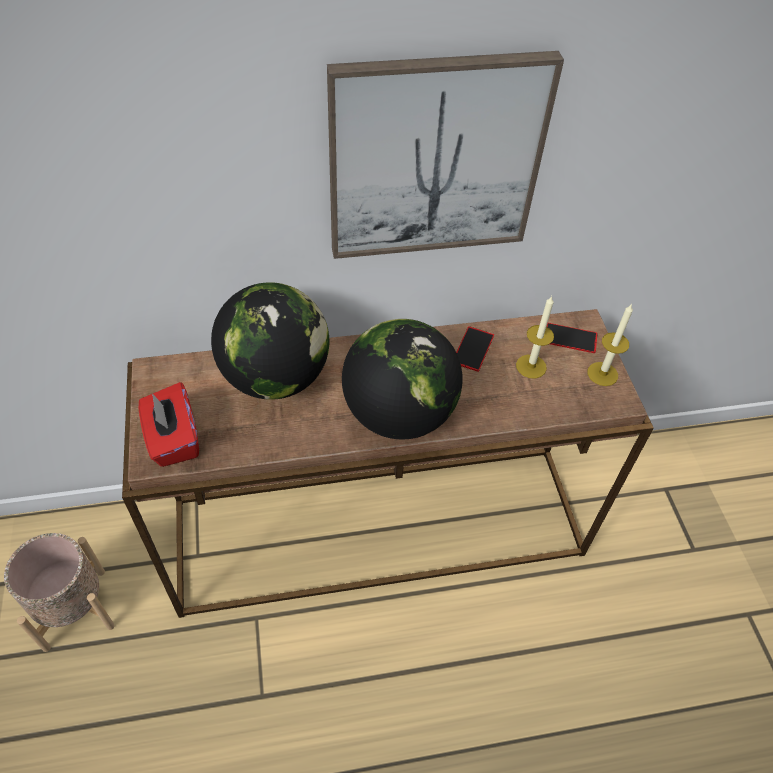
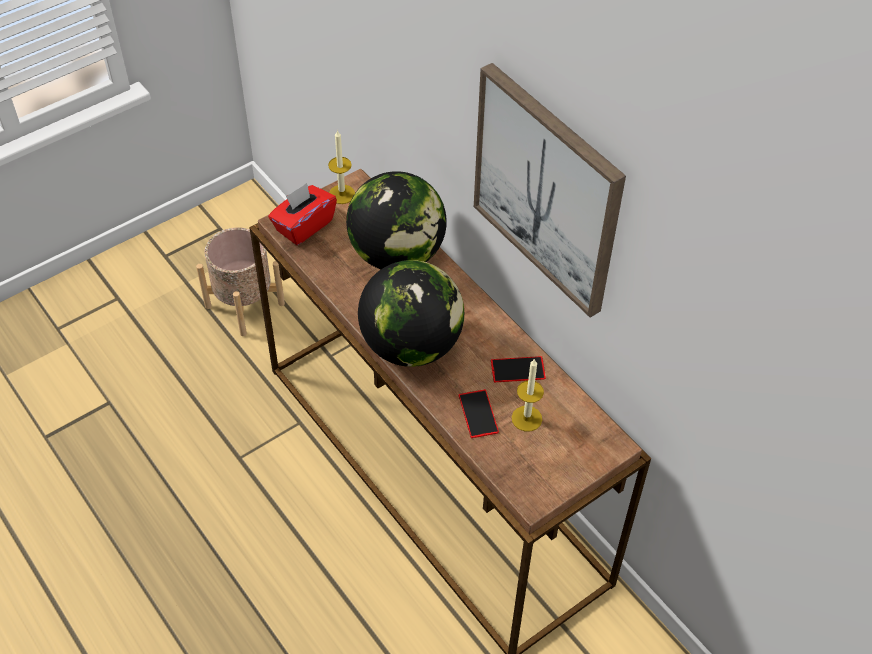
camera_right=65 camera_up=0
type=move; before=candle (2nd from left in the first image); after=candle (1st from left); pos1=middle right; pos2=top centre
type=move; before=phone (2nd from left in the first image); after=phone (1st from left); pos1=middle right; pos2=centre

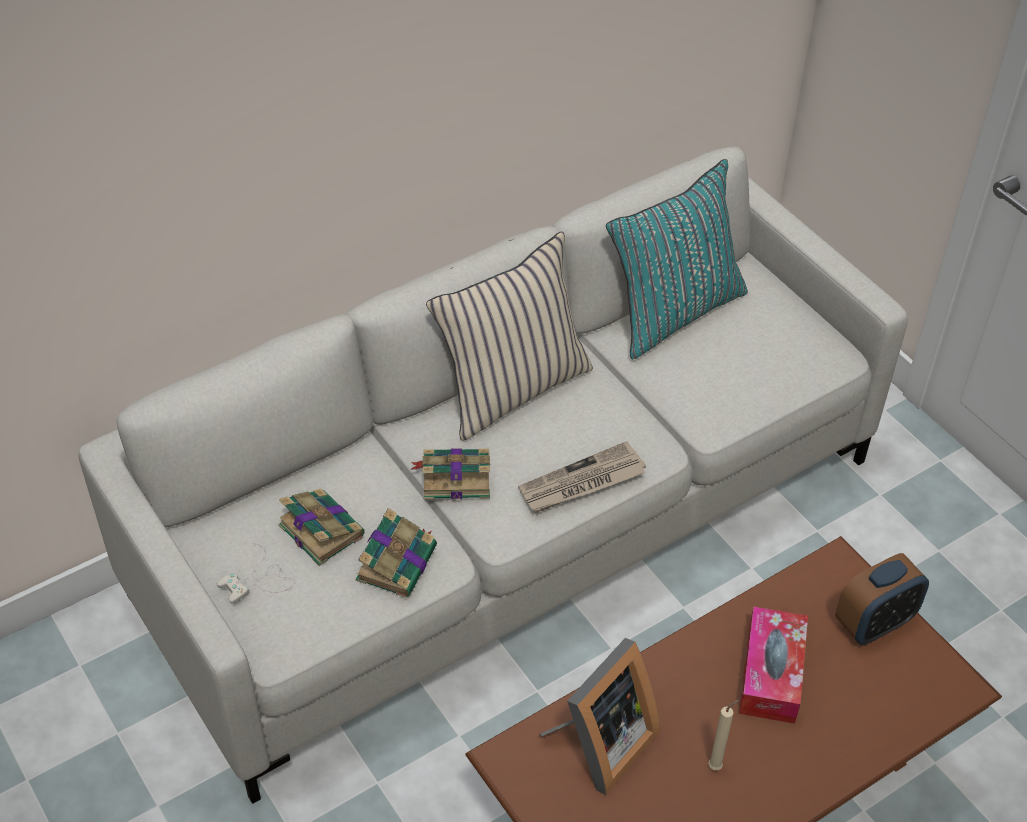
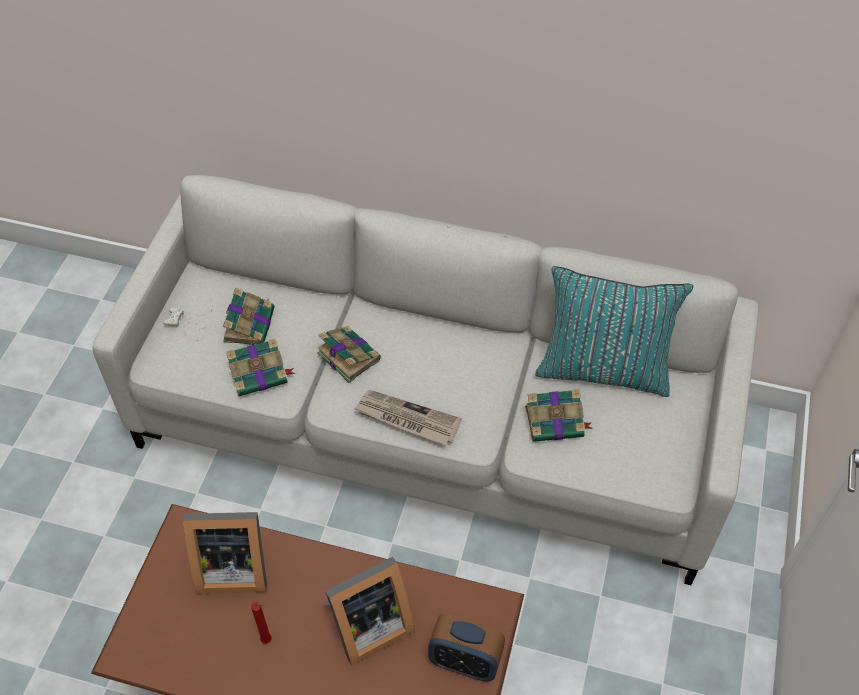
camera_right=50 camera_up=5
type=delete; before=beige pillow; pos1=centre
type=replace; before=tissue box; after=picture frame (2nd from left); pos1=bottom right; pos2=bottom centre
type=recolor; before=beige candle; after=red candle; pos1=bottom right; pos2=bottom left
type=insert; after=book (4th from left); pos2=centre

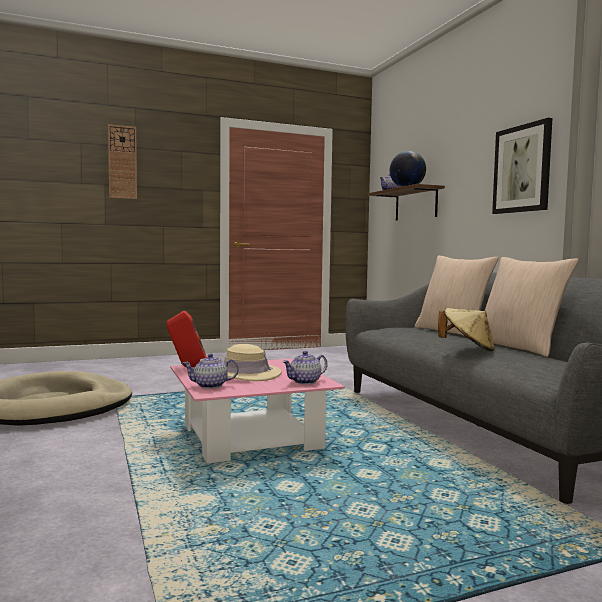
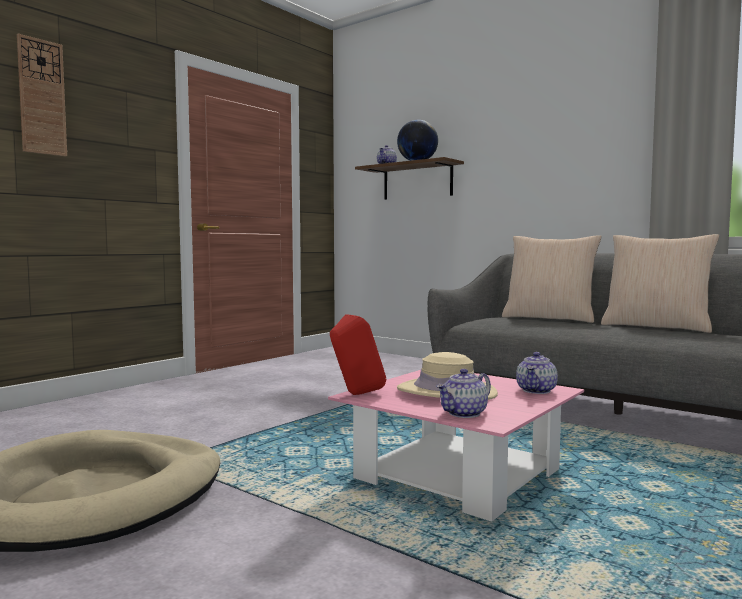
camera_right=-30 camera_up=0
type=delete; before=picture; pos1=top right
type=delete; before=beige hat (2nd from left); pos1=middle right

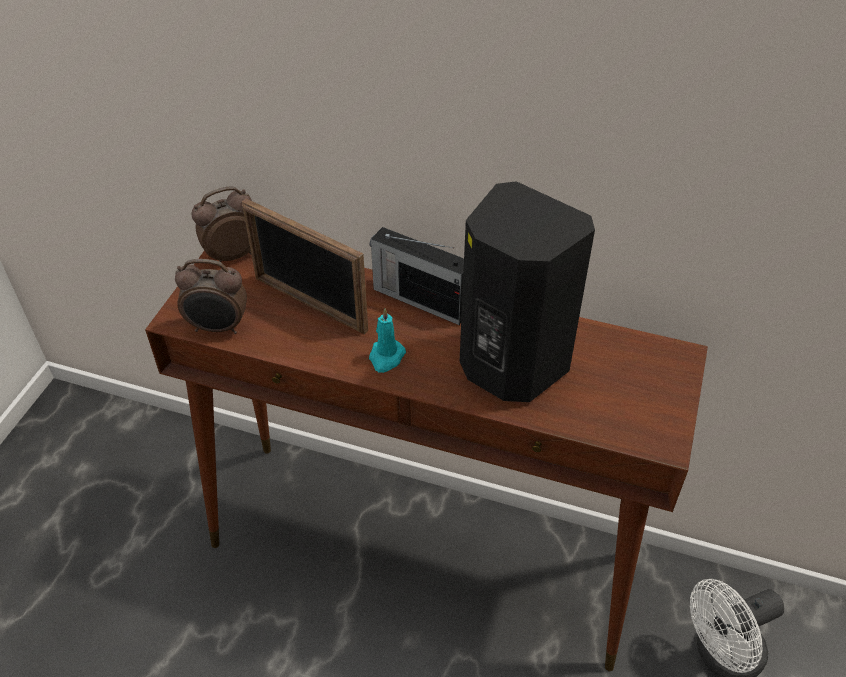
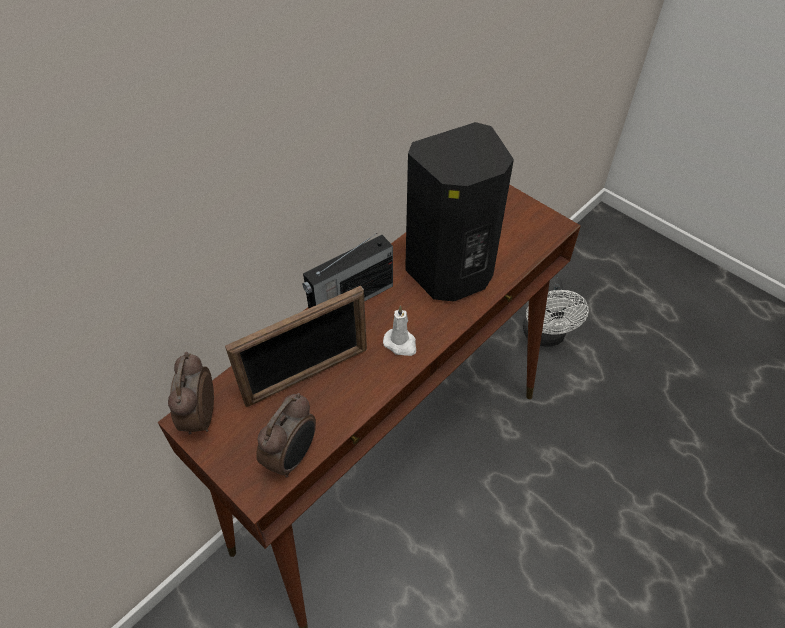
camera_right=-65 camera_up=5
type=recolor; before=turquoise candle; after=white candle; pos1=centre; pos2=centre

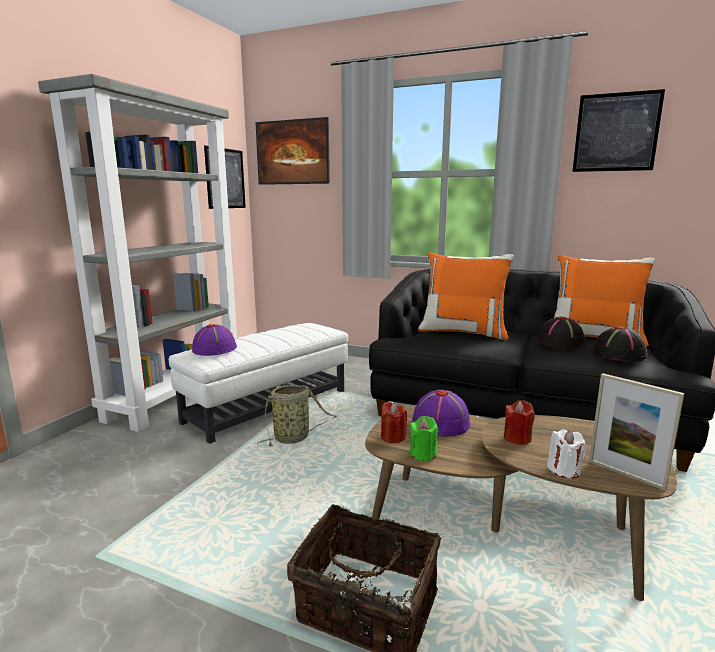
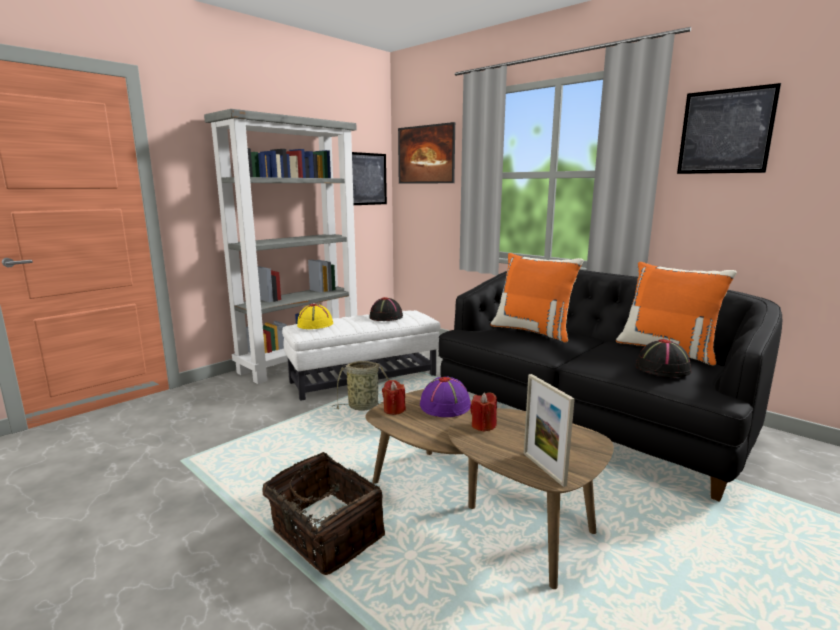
camera_right=20 camera_up=0
type=move; before=black hat (1st from left); pos1=middle right; pos2=centre
type=recolor; before=purple hat (1st from left); after=yellow hat; pos1=middle left; pos2=centre
type=delete; before=green candle; pos1=bottom centre
type=delete; before=white candle; pos1=bottom right

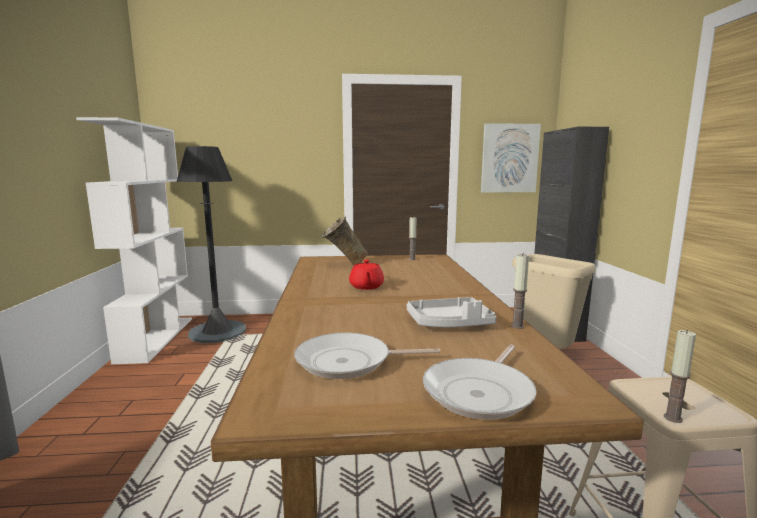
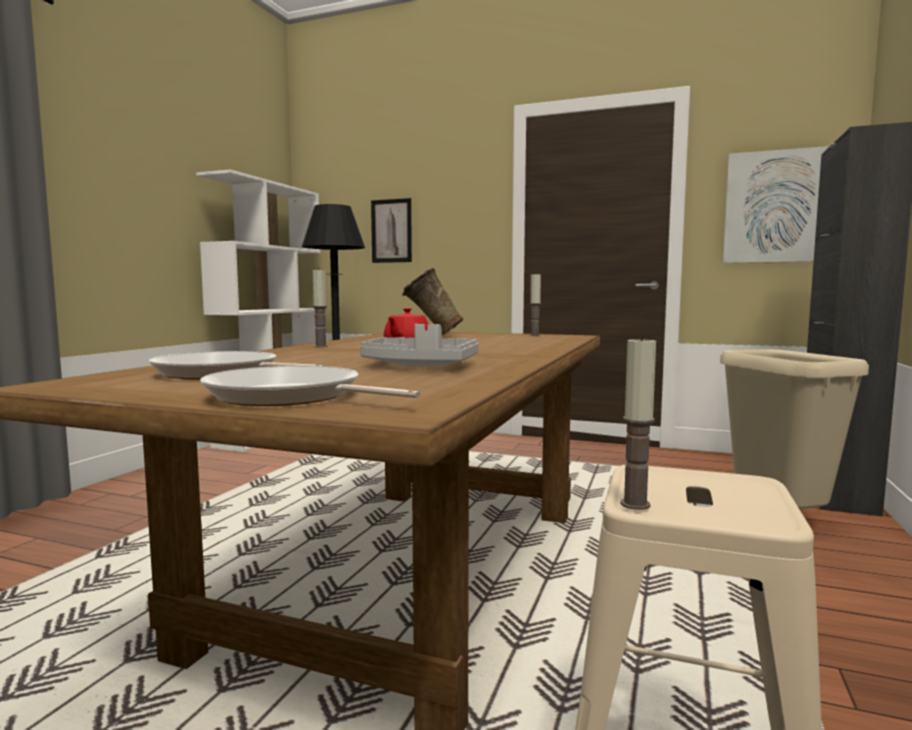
camera_right=25 camera_up=-5
type=move; before=candle (2nd from left in the first image); after=candle (1st from left); pos1=middle right; pos2=centre
type=rotate; before=frying pan (2nd from left); pos1=bottom centre; pos2=centre; turn=60
type=insert; after=picture (1st from left); pos2=top centre

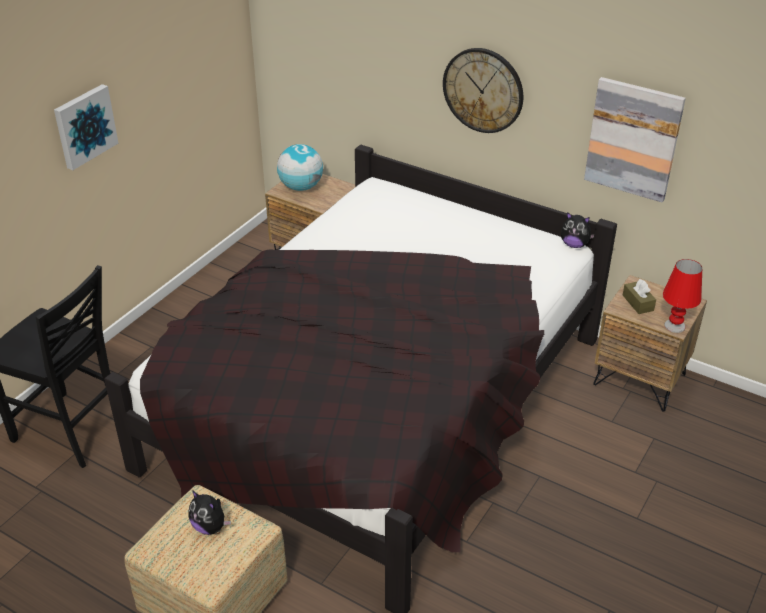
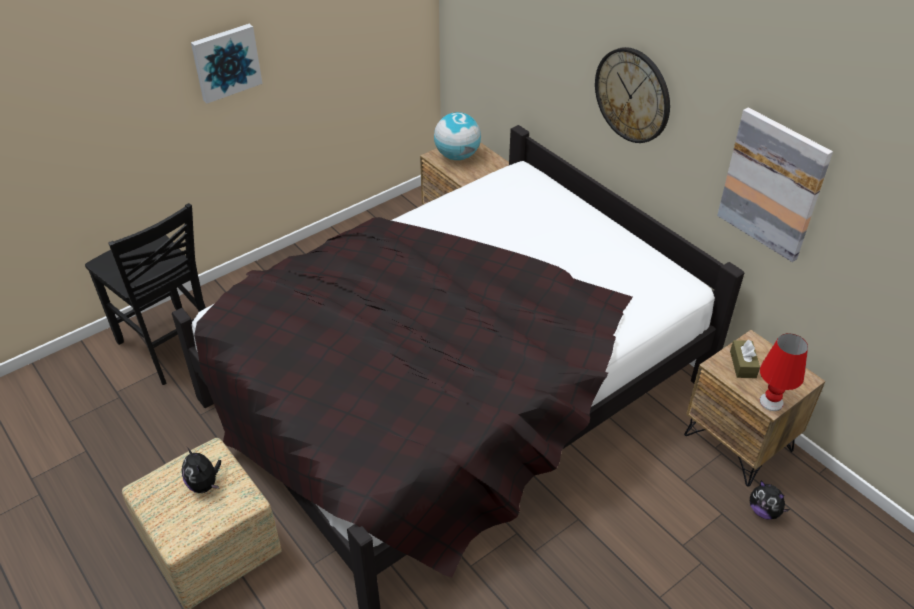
camera_right=20 camera_up=5
type=move; before=plush toy (2nd from left); pos1=middle right; pos2=bottom right

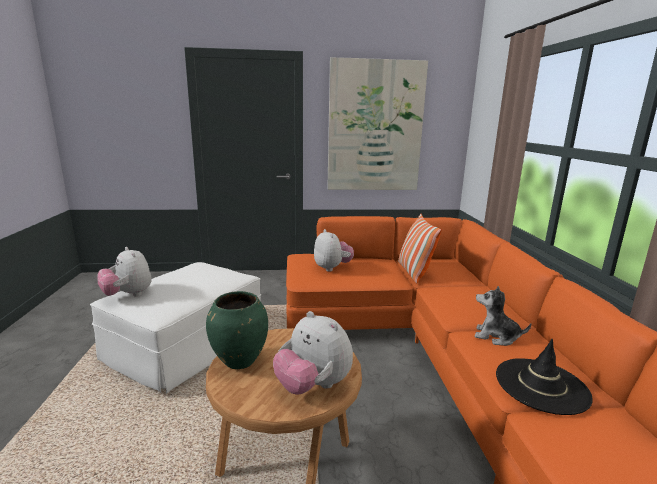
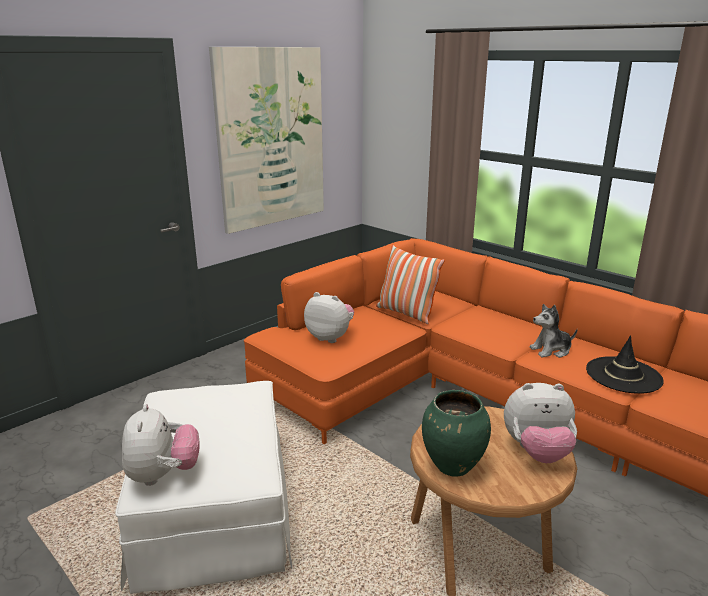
camera_right=-40 camera_up=5
type=rotate; before=plush toy (1st from left); pos1=middle left; pos2=bottom left; turn=-105

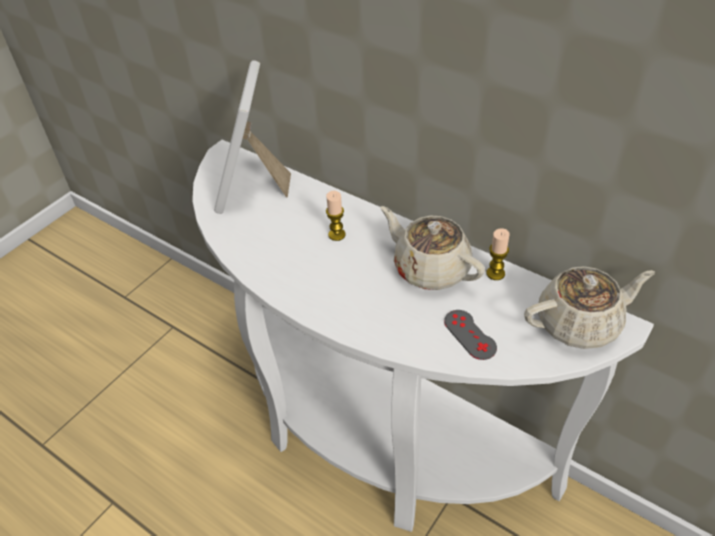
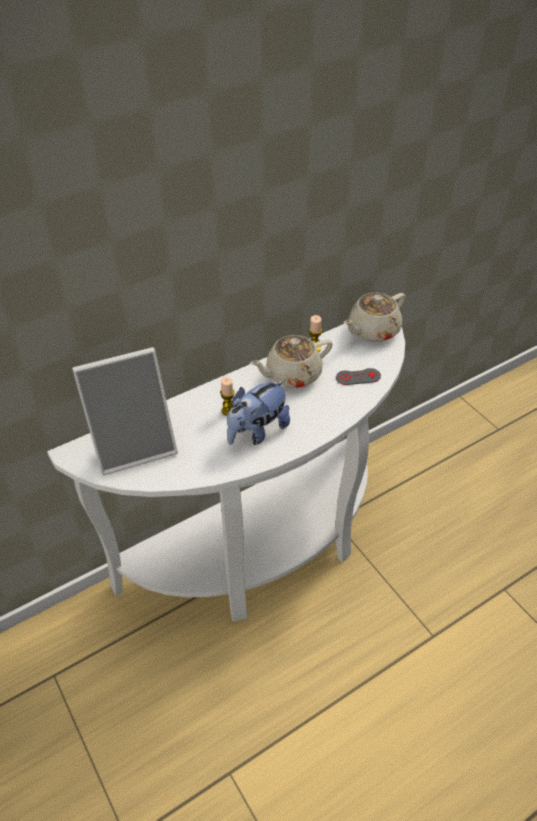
camera_right=-70 camera_up=0
type=rotate; before=picture frame; pos1=top centre; pos2=middle left; turn=-45
type=rotate; before=beige teapot (2nd from left); pos1=middle right; pos2=middle right; turn=-135
type=insert; after=plush toy; pos2=centre

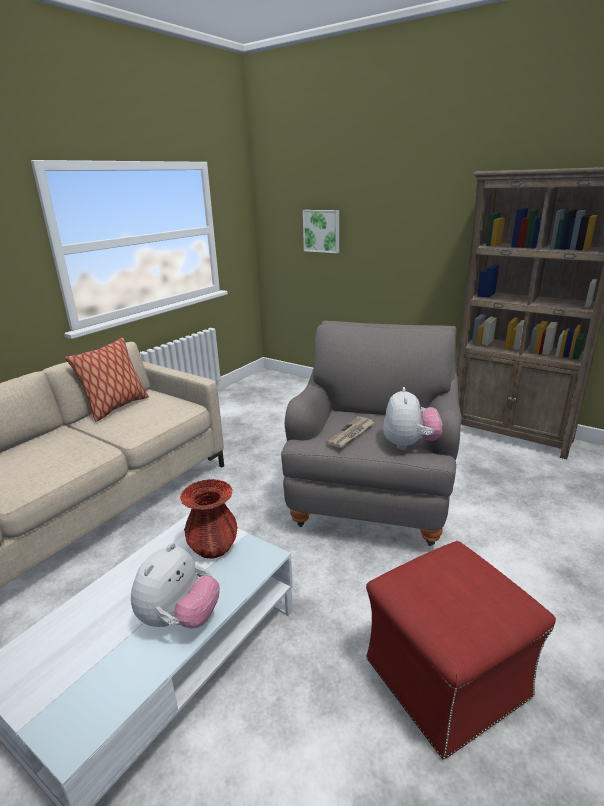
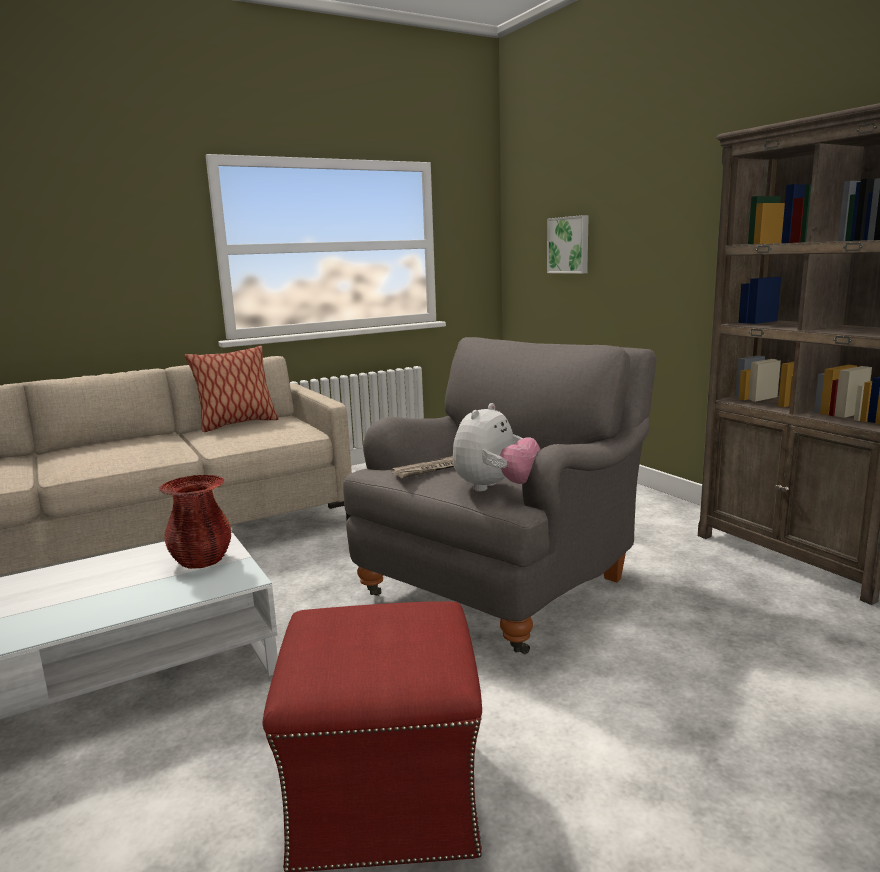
camera_right=25 camera_up=-10
type=delete; before=plush toy (1st from left); pos1=bottom left

